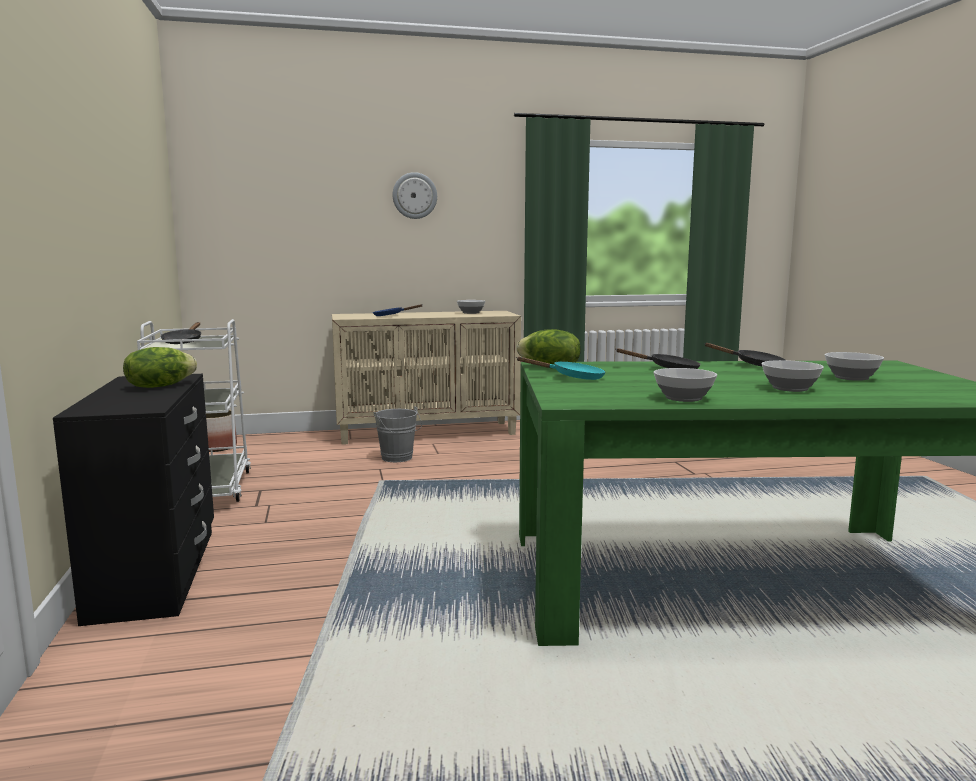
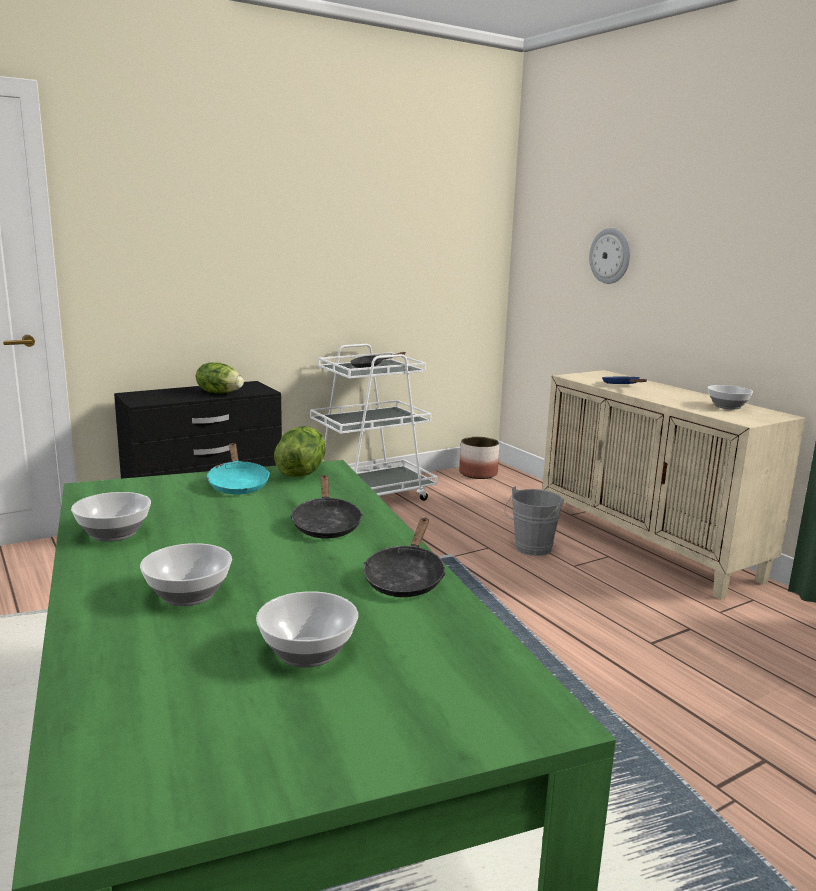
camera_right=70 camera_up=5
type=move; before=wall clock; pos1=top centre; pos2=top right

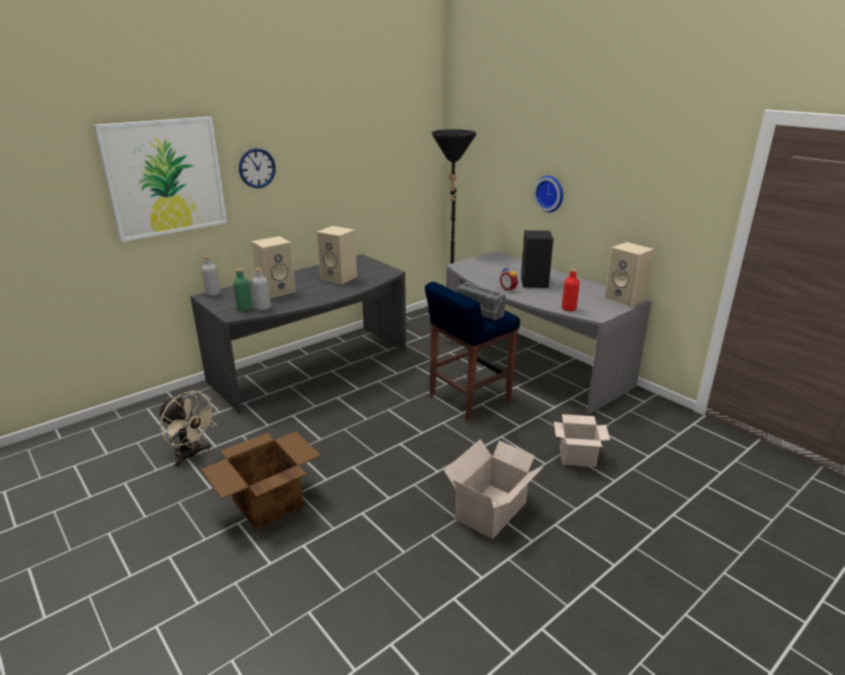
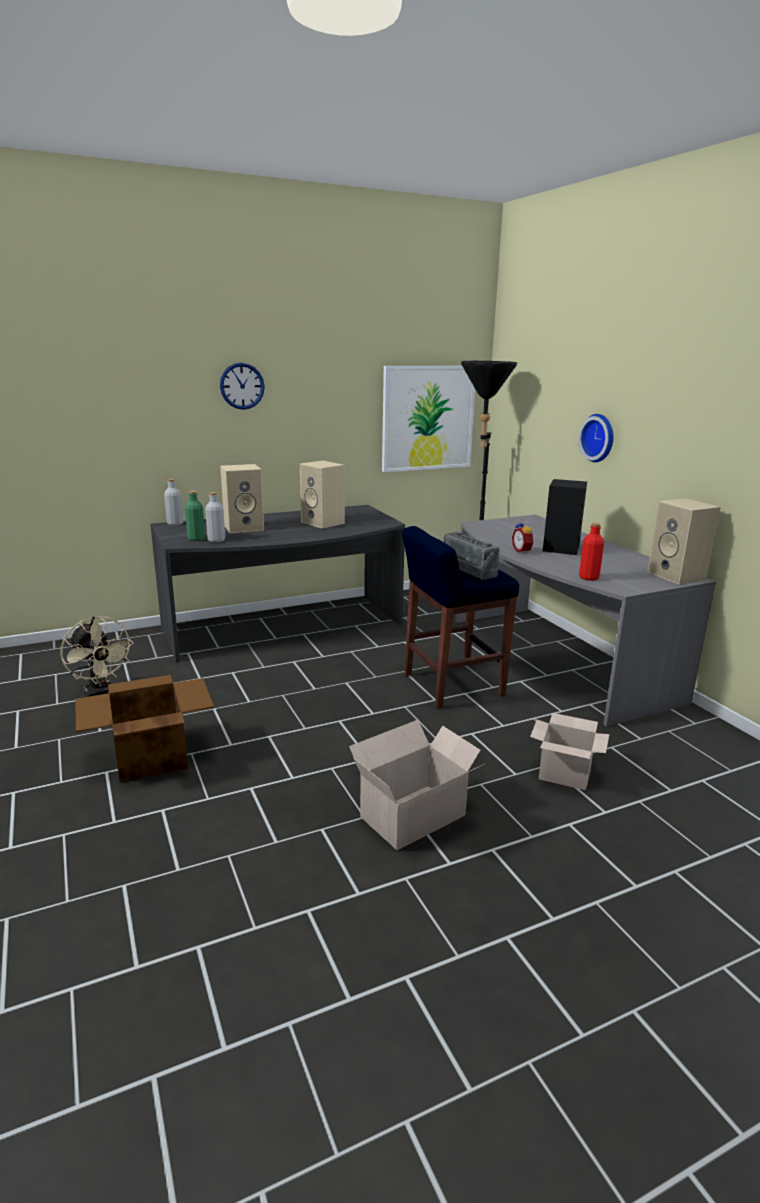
camera_right=15 camera_up=-5
type=move; before=picture; pos1=top left; pos2=centre

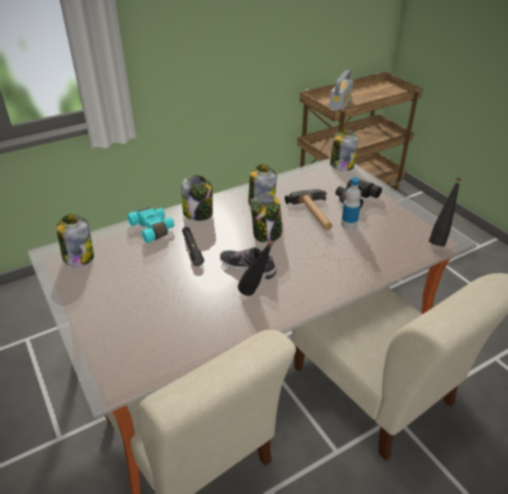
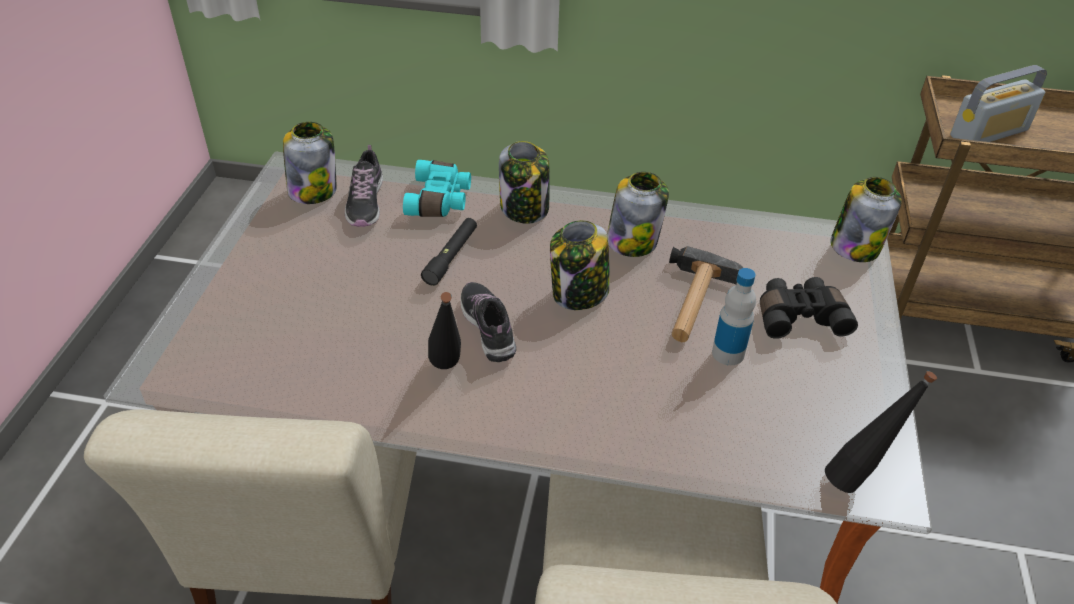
camera_right=40 camera_up=5
type=insert; after=shoe (1st from left); pos2=top centre

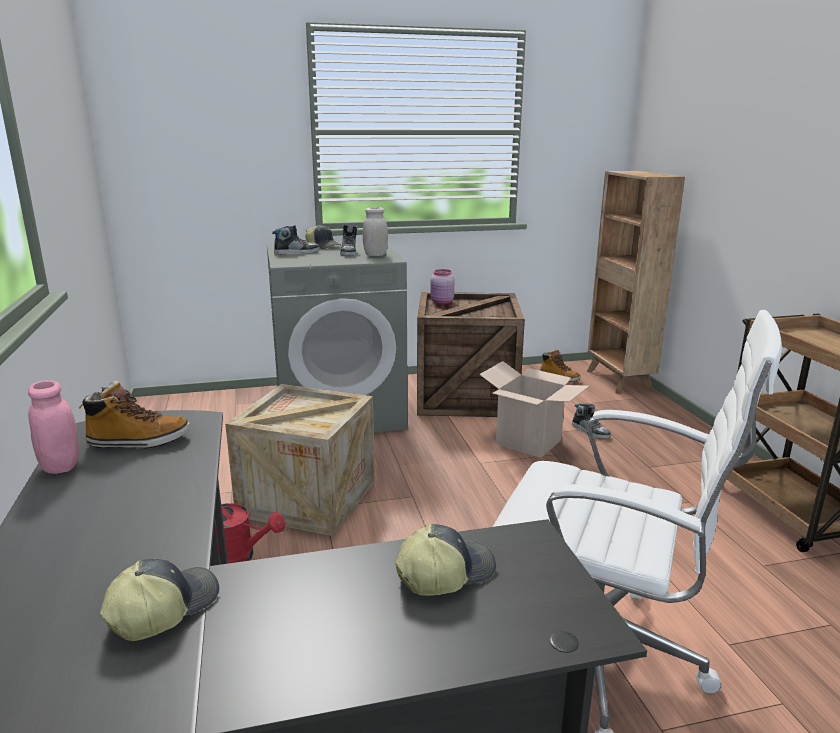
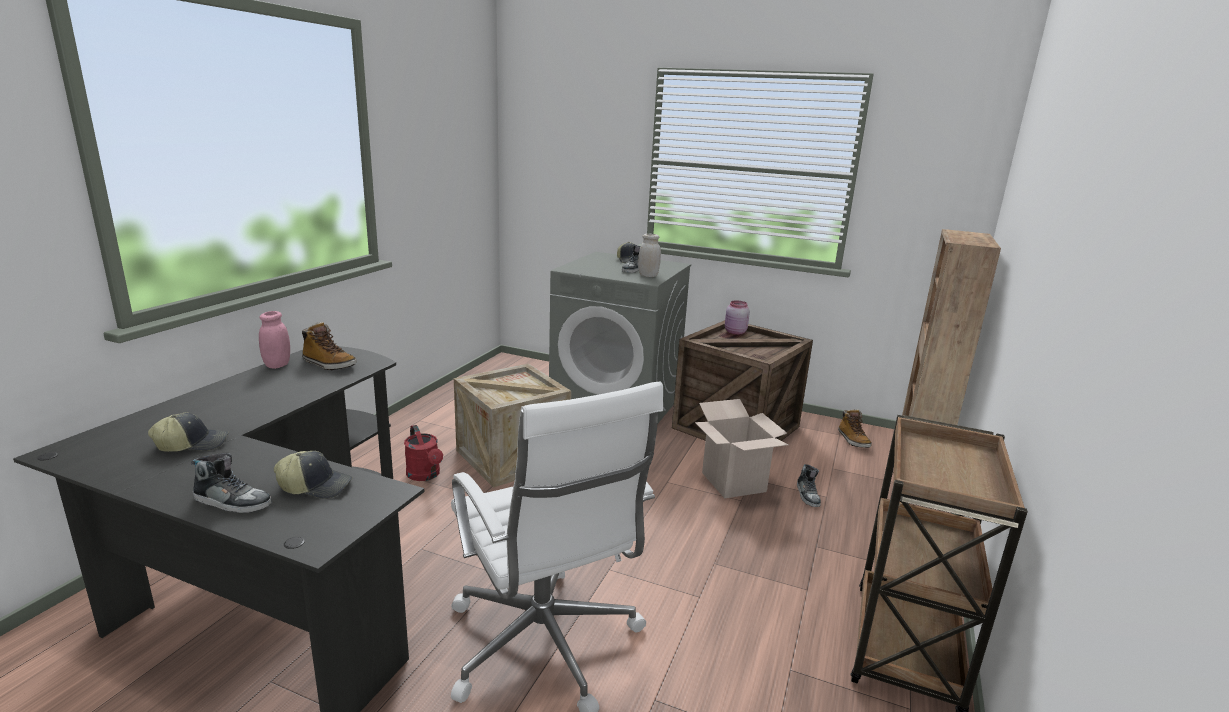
camera_right=35 camera_up=0
type=move; before=shoe (1st from left); pos1=top centre; pos2=bottom left

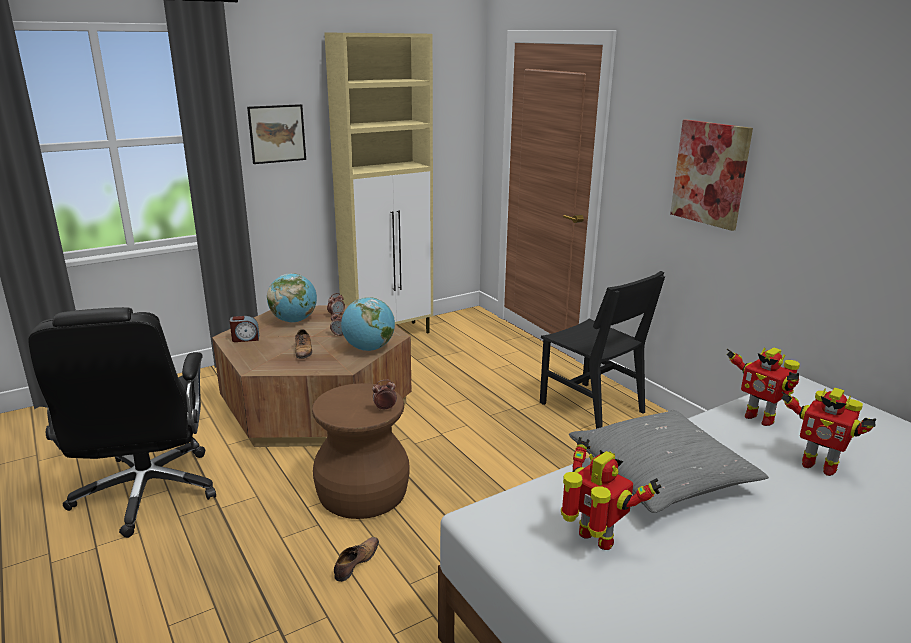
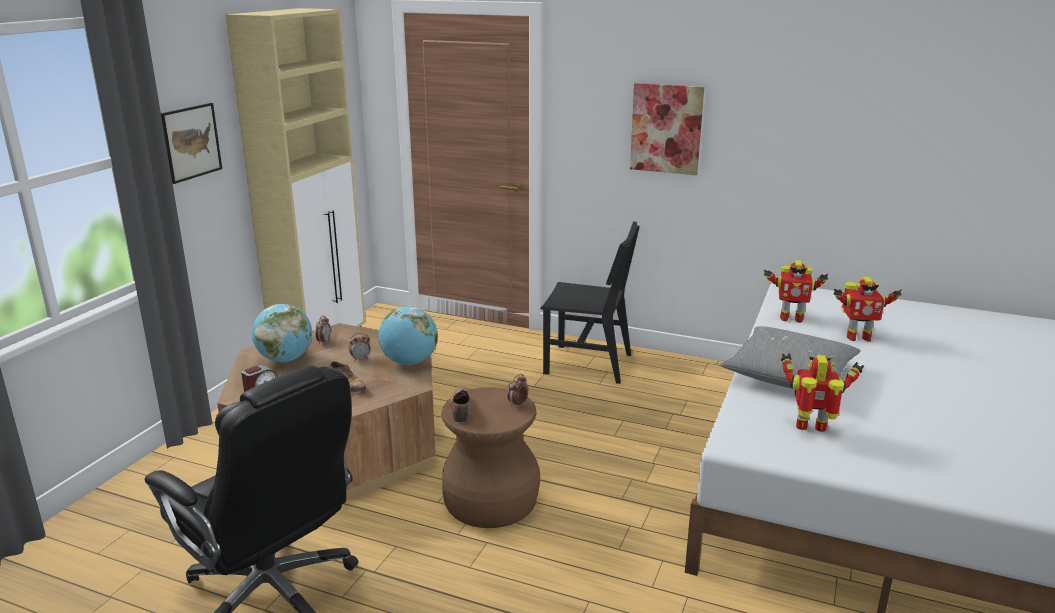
camera_right=-35 camera_up=0
type=move; before=shoe (2nd from left); pos1=bottom centre; pos2=centre

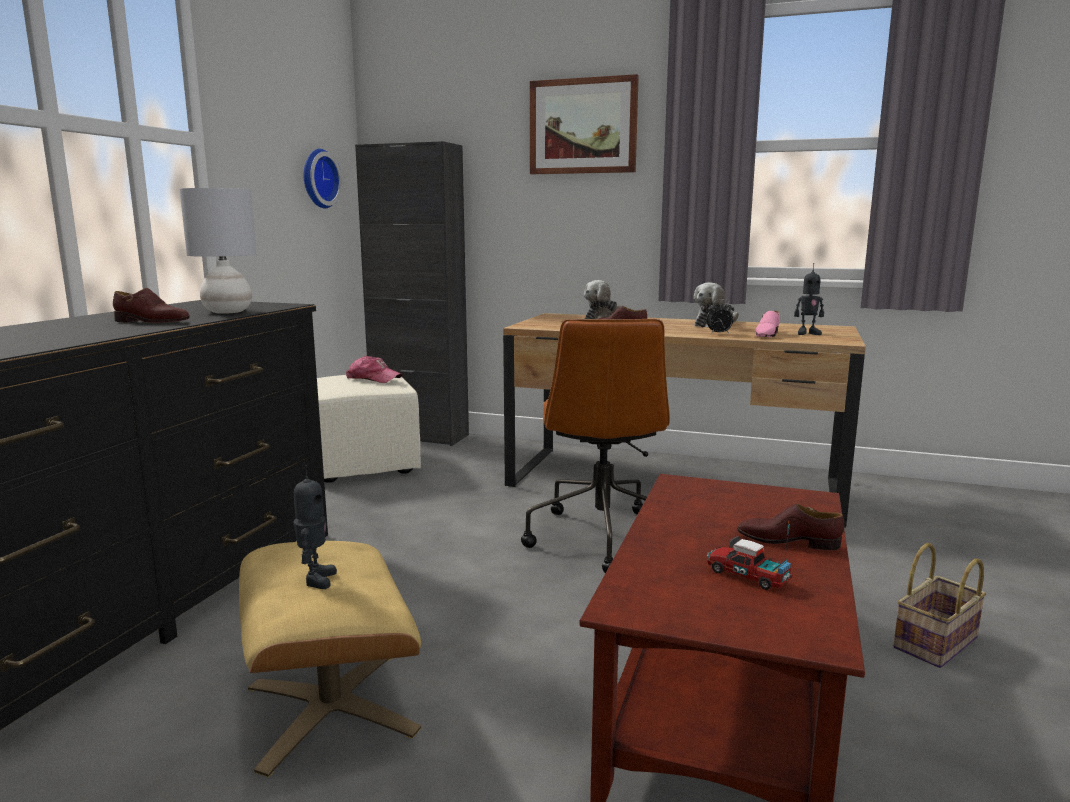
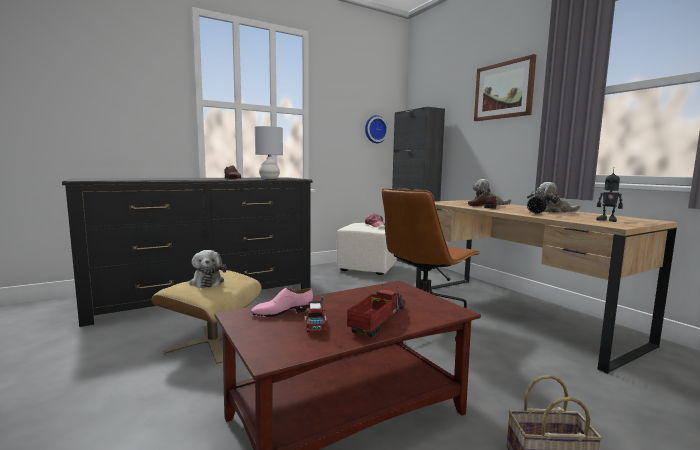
camera_right=40 camera_up=-5
type=move; before=pink shoe; pos1=middle right; pos2=bottom centre
type=replace; before=toy robot (1st from left); after=plush toy (1st from left); pos1=middle left; pos2=middle left
type=replace; before=brown shoe (3rd from left); after=toy truck (2nd from left); pos1=middle right; pos2=bottom centre

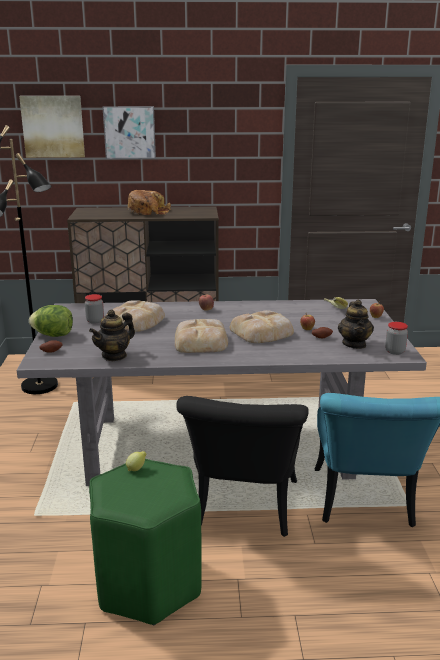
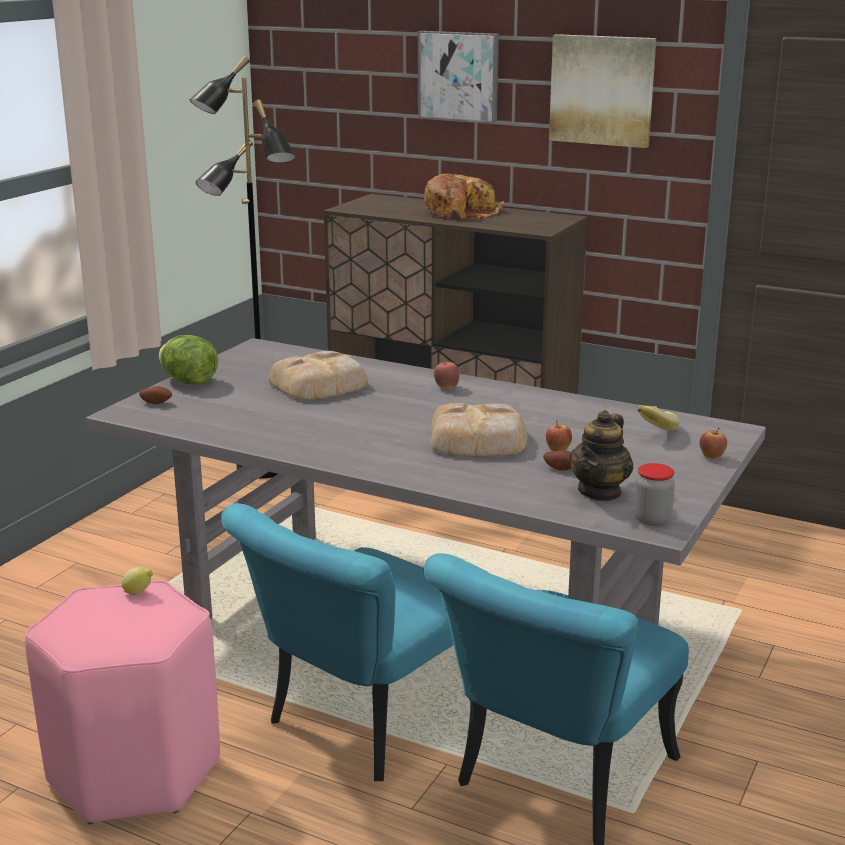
camera_right=30 camera_up=0
type=move; before=picture (1st from left in the first image); after=picture (2nd from left); pos1=top left; pos2=top right
type=delete; before=jar (1st from left); pos1=middle left
type=delete; before=teapot (1st from left); pos1=middle left
type=delete; before=bread (3rd from left); pos1=centre
type=recolor; before=black chair; after=turquoise chair (1st from left); pos1=bottom centre; pos2=bottom centre
type=recolor; before=green stool; after=pink stool; pos1=bottom left; pos2=bottom left

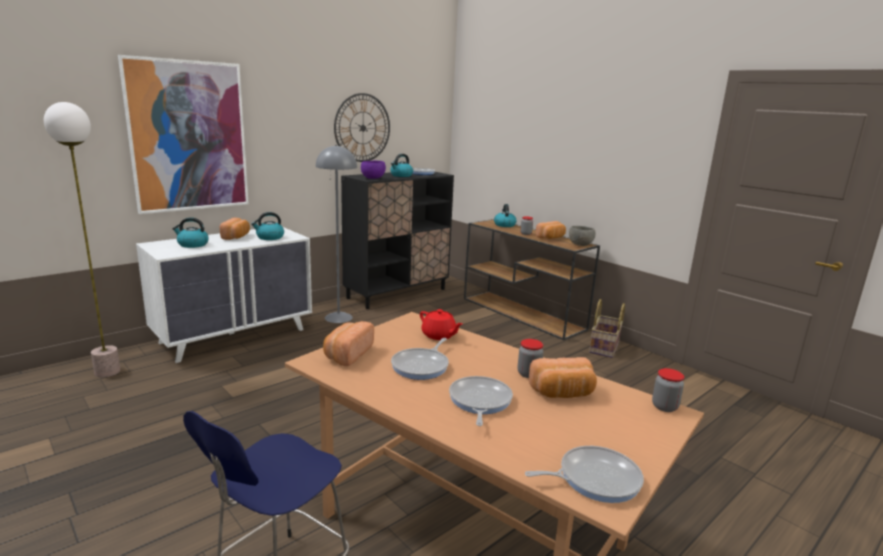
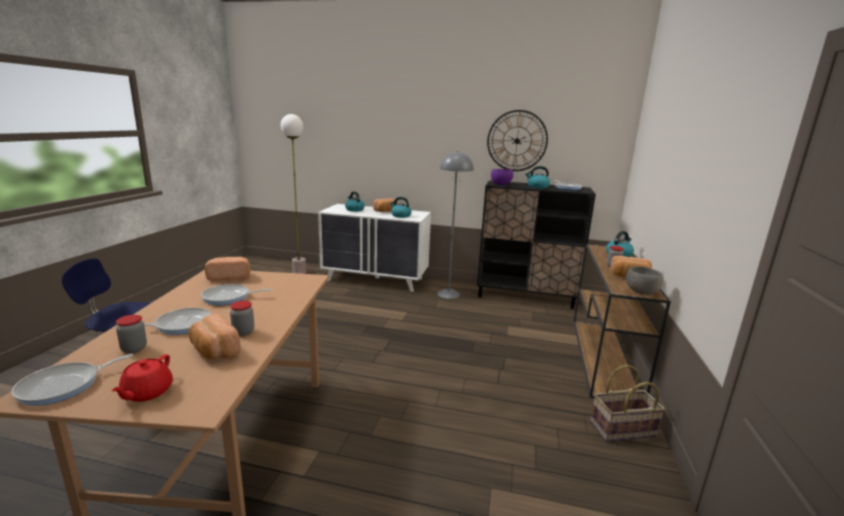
camera_right=55 camera_up=0
type=delete; before=picture; pos1=top left
type=move; before=red teapot; pos1=centre; pos2=bottom left
type=move; before=jar (3rd from left in the first image); after=jar (1st from left); pos1=bottom right; pos2=middle left
type=rotate; before=frying pan (4th from left in the first image); pos1=bottom centre; pos2=bottom left; turn=90

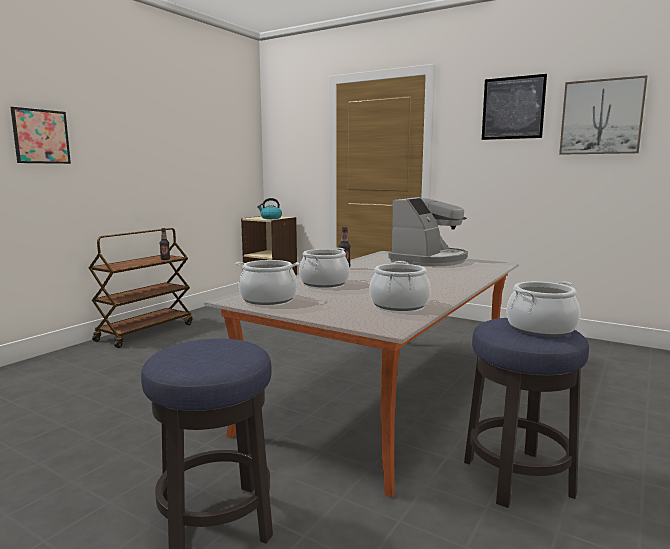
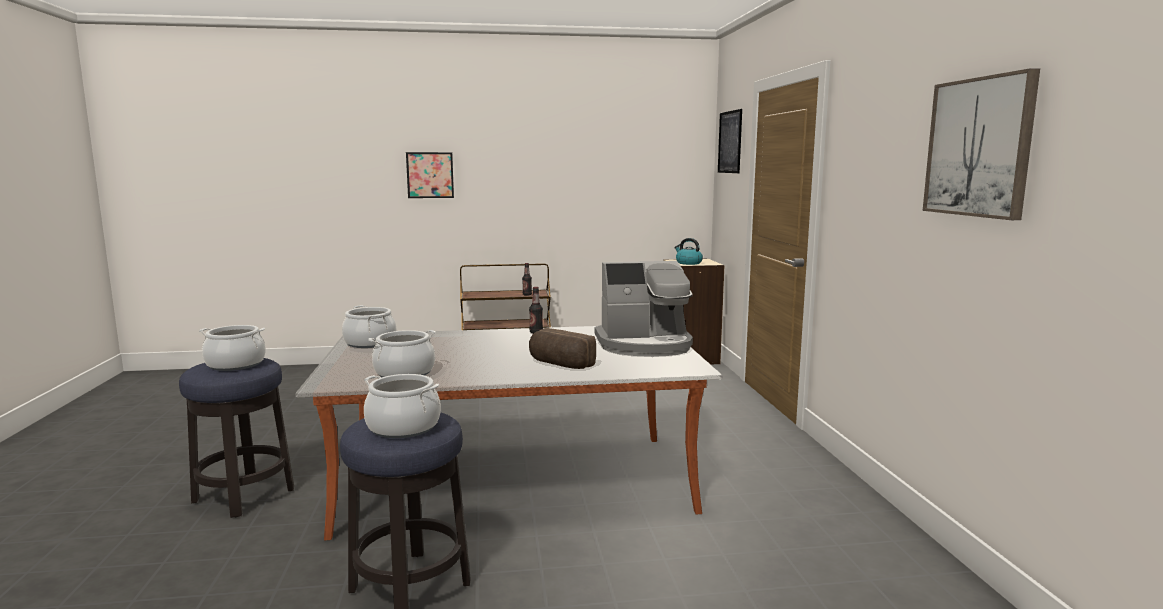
camera_right=50 camera_up=0
type=move; before=picture (2nd from left); pos1=top right; pos2=top centre
type=move; before=cooking pot (2nd from left in the first image); after=cooking pot (1st from left); pos1=centre; pos2=middle left
type=insert; after=bread; pos2=centre

